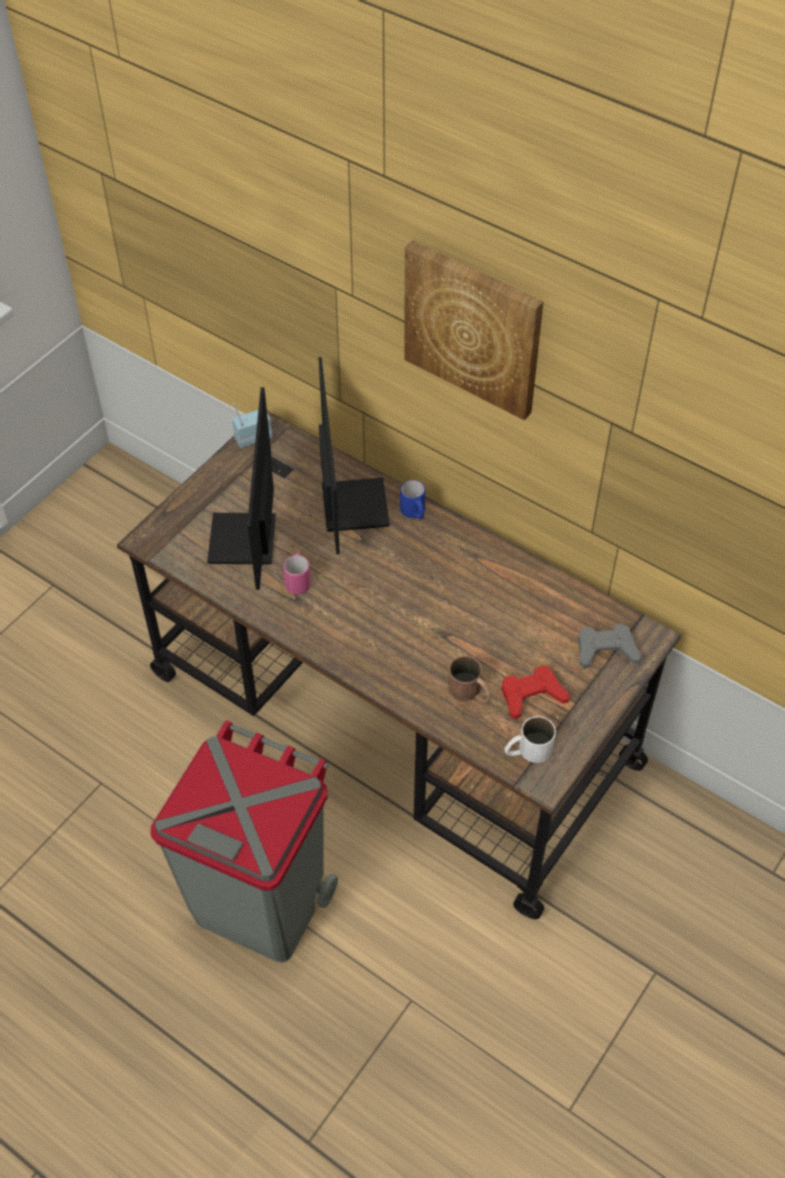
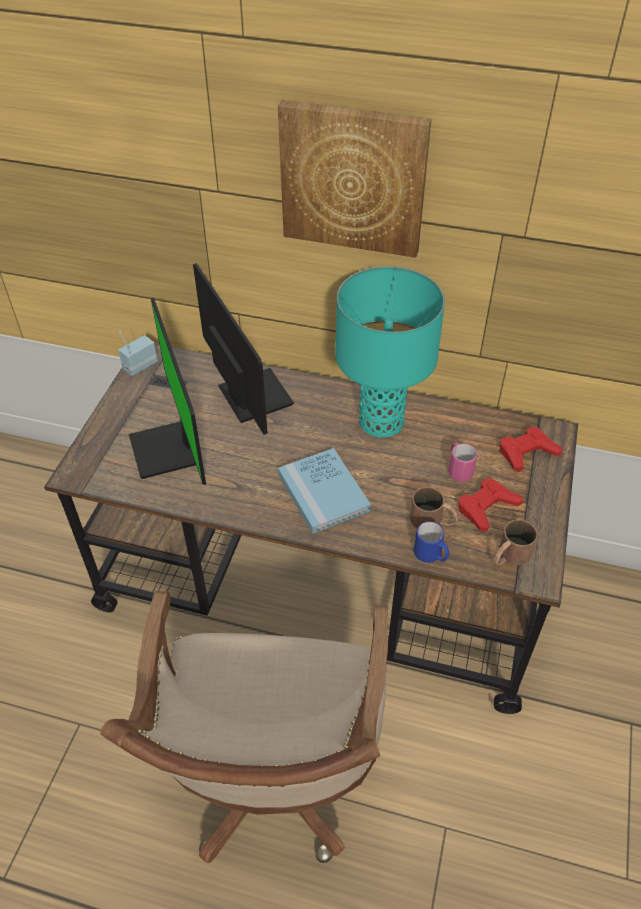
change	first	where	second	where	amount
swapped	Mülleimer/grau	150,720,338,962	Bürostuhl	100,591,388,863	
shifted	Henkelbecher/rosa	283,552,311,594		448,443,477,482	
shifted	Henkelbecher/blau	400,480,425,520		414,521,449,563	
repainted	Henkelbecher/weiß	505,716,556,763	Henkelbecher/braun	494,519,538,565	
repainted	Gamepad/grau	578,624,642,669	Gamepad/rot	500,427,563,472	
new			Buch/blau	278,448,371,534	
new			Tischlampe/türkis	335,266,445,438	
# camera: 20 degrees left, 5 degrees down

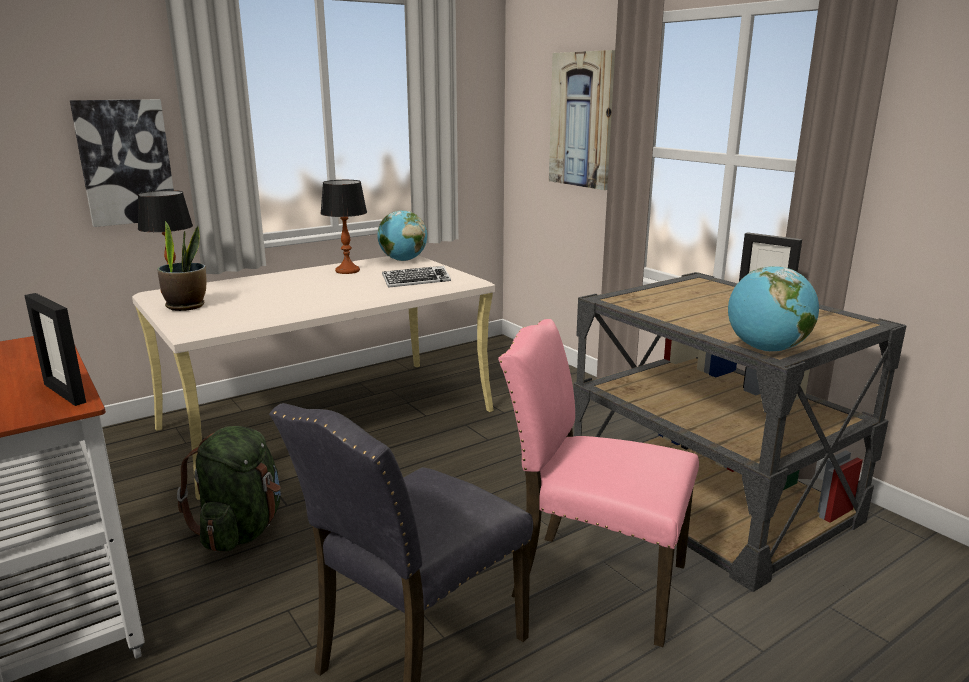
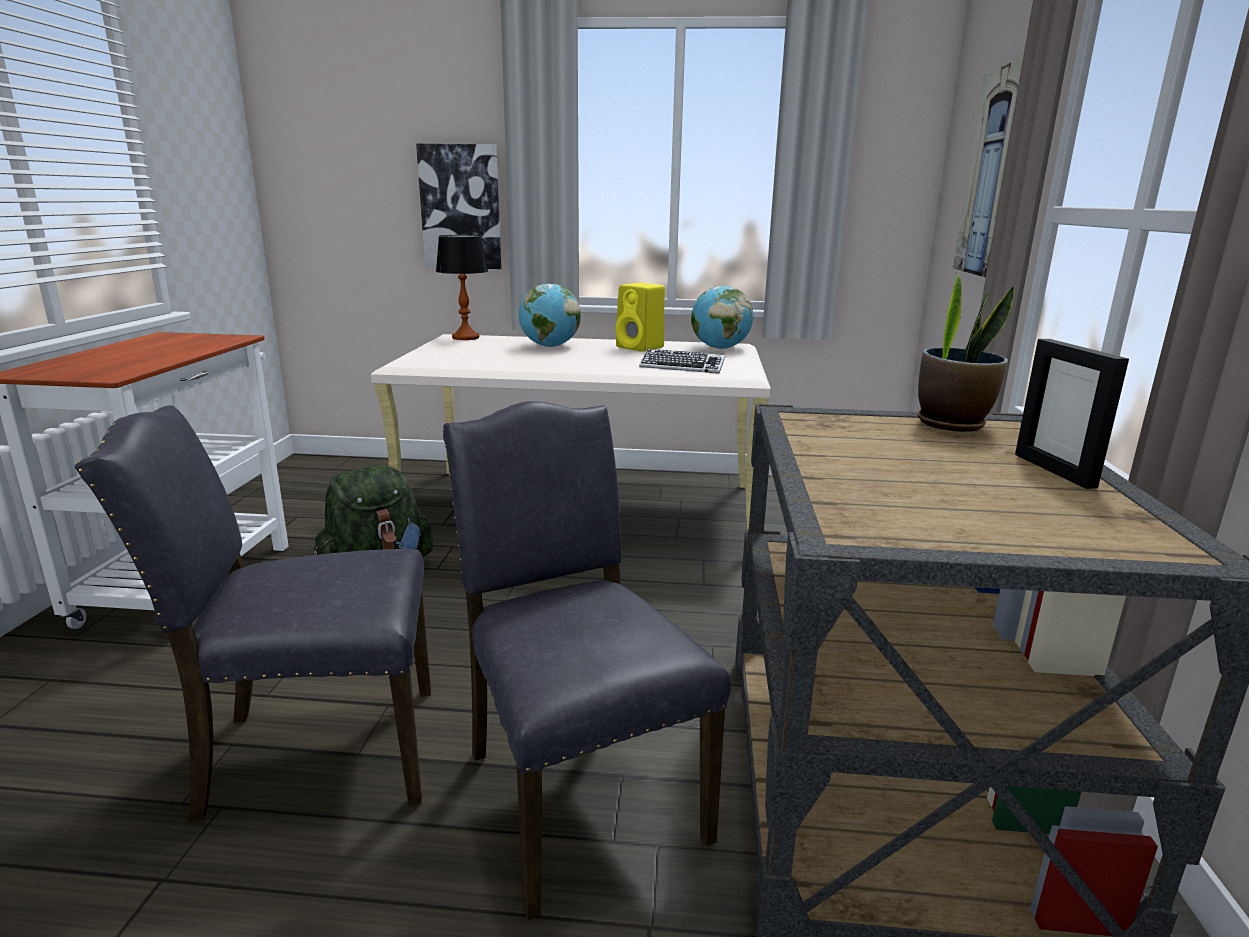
change	first	where	second	where	amount
gone	Bilderrahmen	24,293,86,406			
shifted	Topfpflanze	157,221,207,311		917,271,1015,432	
swapped	Tischlampe	320,180,367,274	Lautsprecher/gelb	616,283,665,352	
repainted	Stuhl/rosa	498,319,699,647	Stuhl/grau	443,401,731,920	
shifted	Globus	728,266,819,352		519,284,581,347	
# camera: 40 degrees right, 0 degrees up

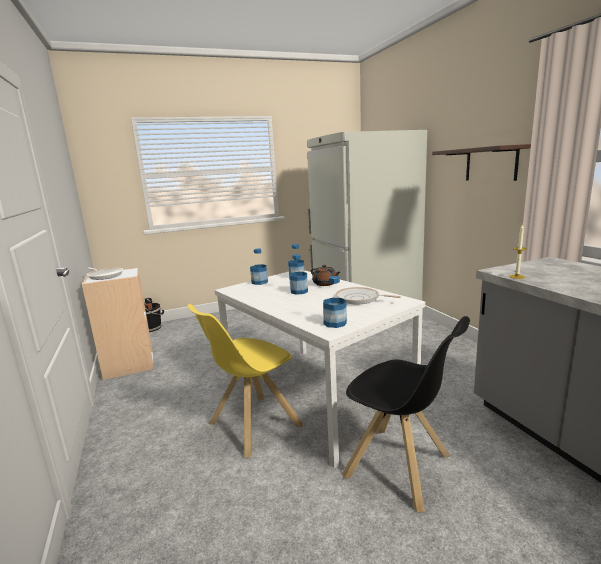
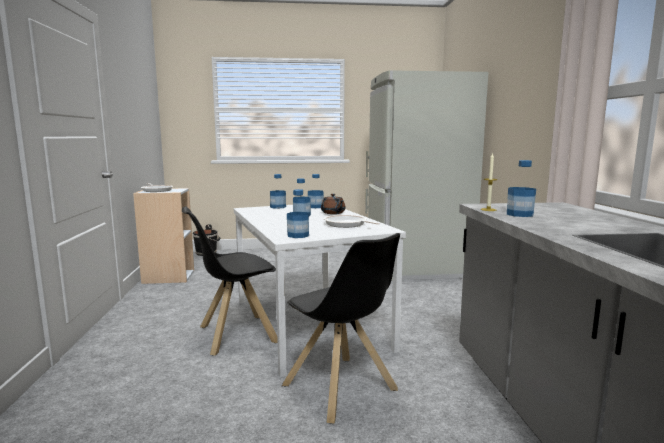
change	first	where	second	where	amount
repainted	Stuhl/gelb	187,304,303,458	Stuhl/schwarz	182,207,278,356	
gone	Wandregal	432,144,531,181			
new			Flasche	507,160,536,217	
# camera: 15 degrees right, 5 degrees down

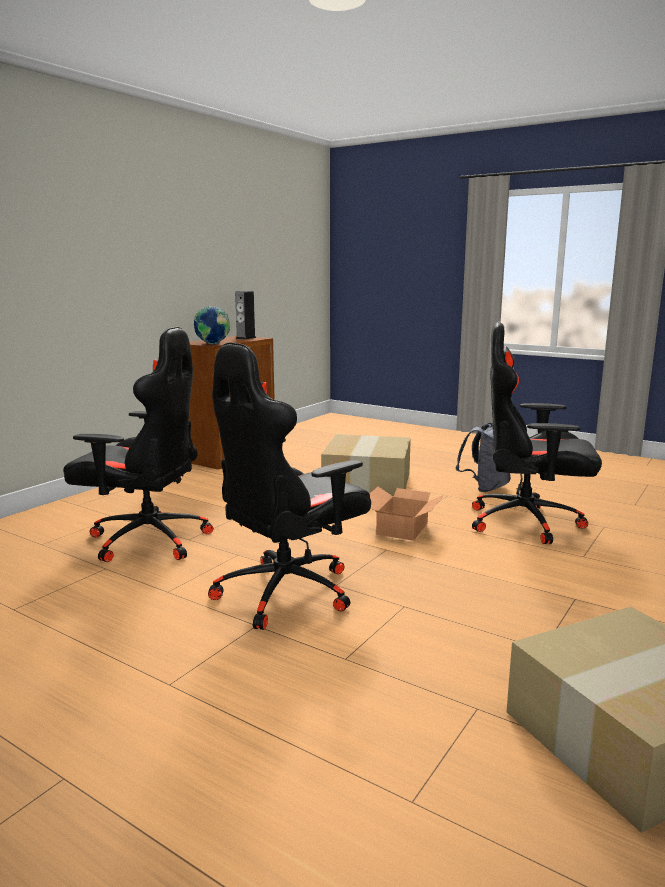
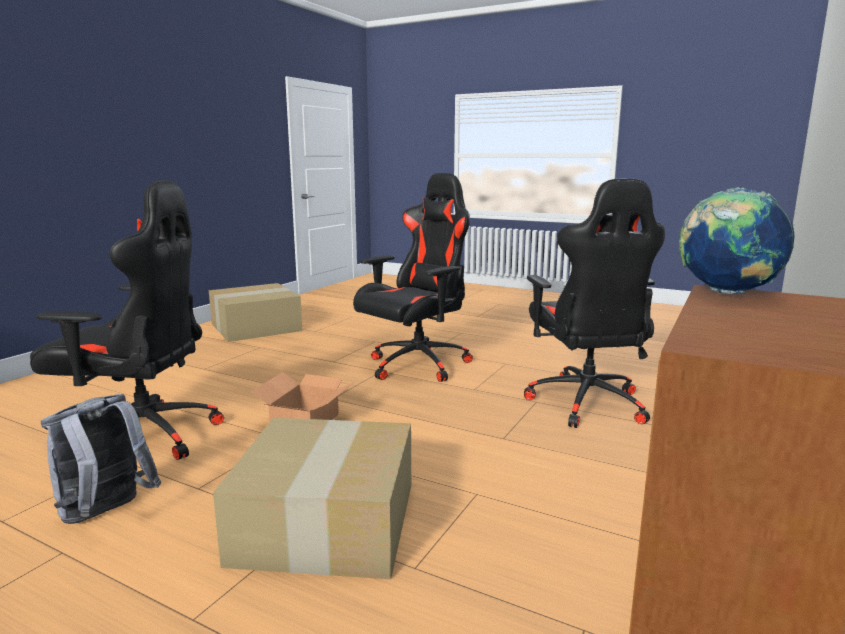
change	first	where	second	where	amount
rotated	Bürostuhl/schwarz	63,327,213,562		524,179,665,428	105 degrees counterclockwise
gone	Lautsprecher	235,291,256,340			
# camera: 175 degrees right, 0 degrees up

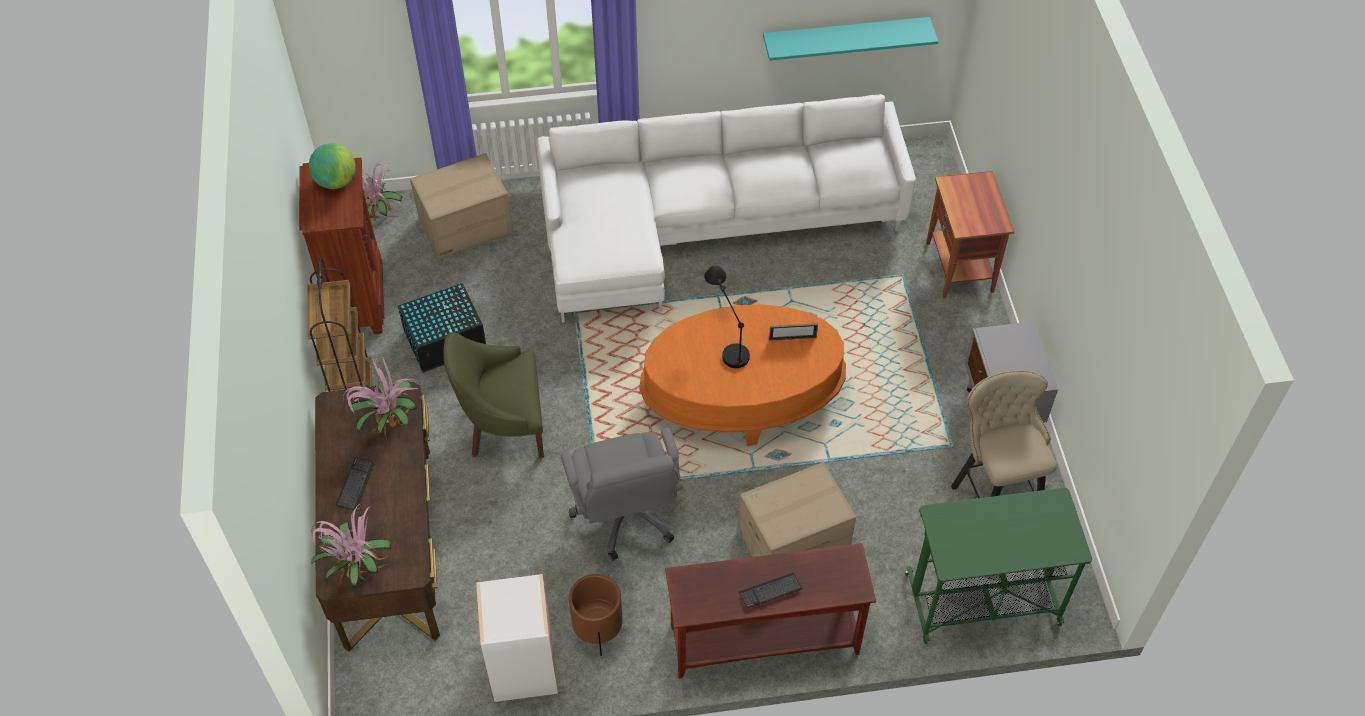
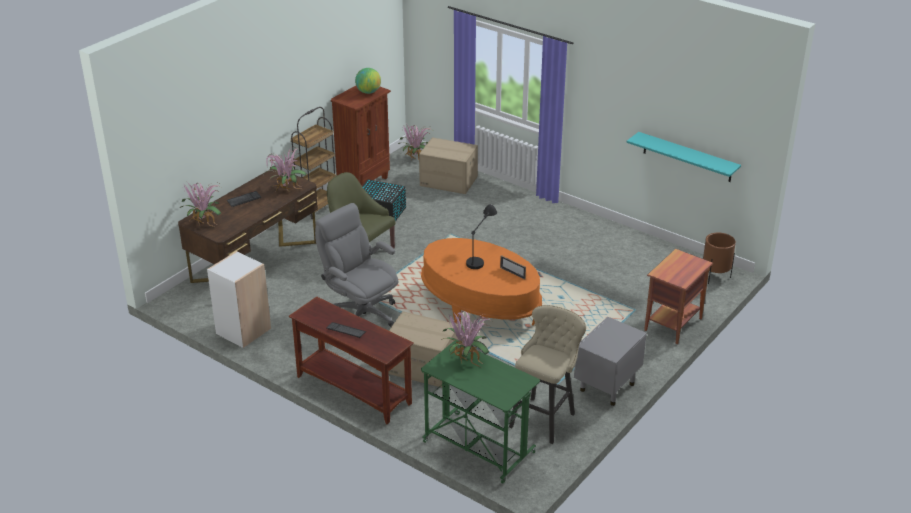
change	first	where	second	where	amount
gone	Sofa/weiß	537,94,916,323			
rotated	Bürostuhl/grau	561,427,683,561		315,203,398,327	105 degrees clockwise
shifted	Pflanzkübel/braun	569,574,623,656		703,233,736,284	
new			Topfpflanze	441,311,492,367	
# camera: 45 degrees right, 20 degrees down

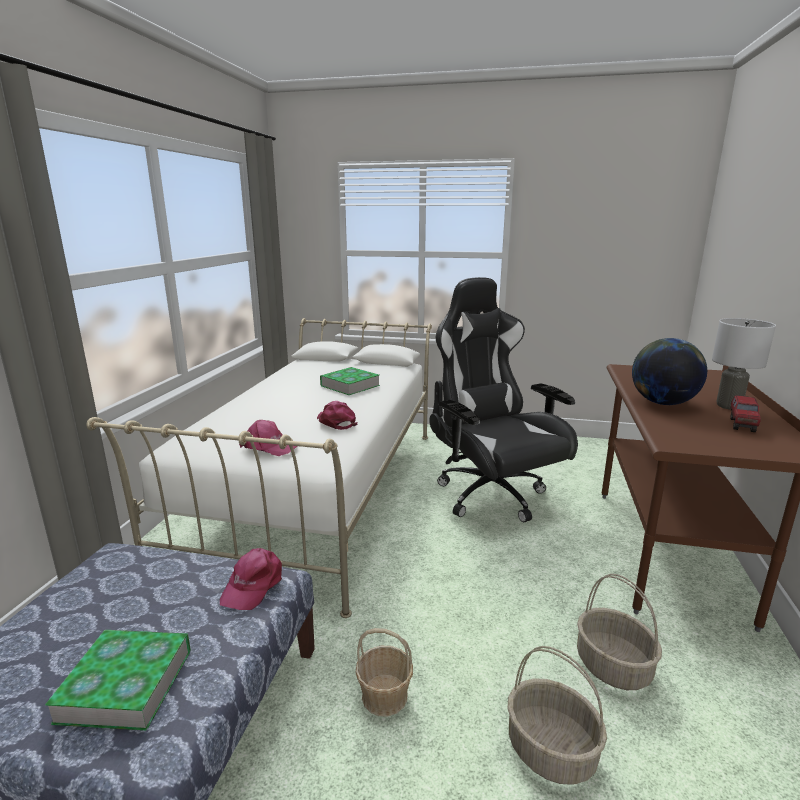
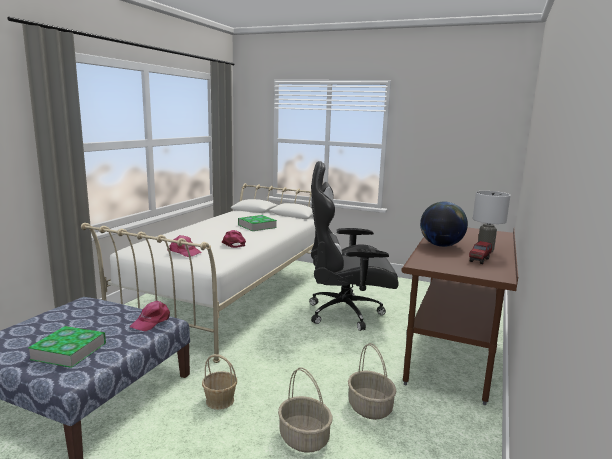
change	first	where	second	where	amount
rotated	Bürostuhl/schwarz	429,277,578,522		309,161,399,331	75 degrees counterclockwise
# camera: 10 degrees right, 5 degrees down

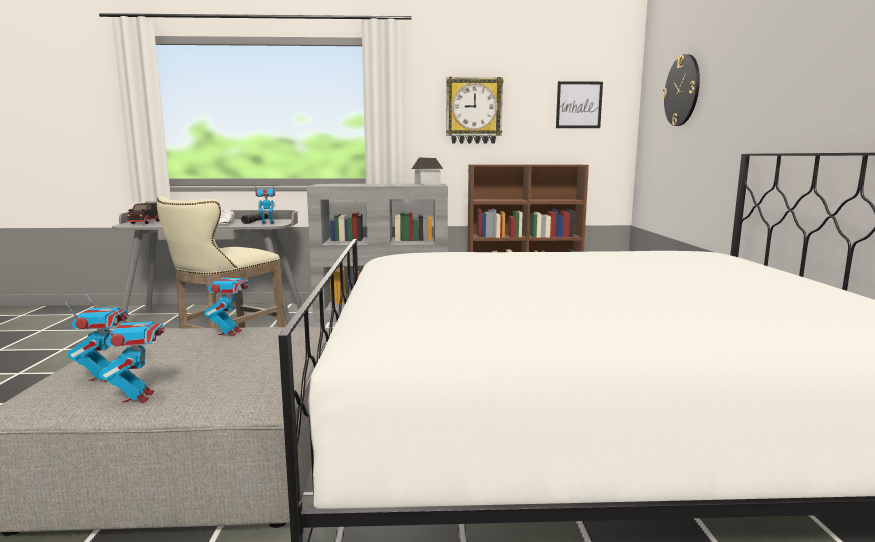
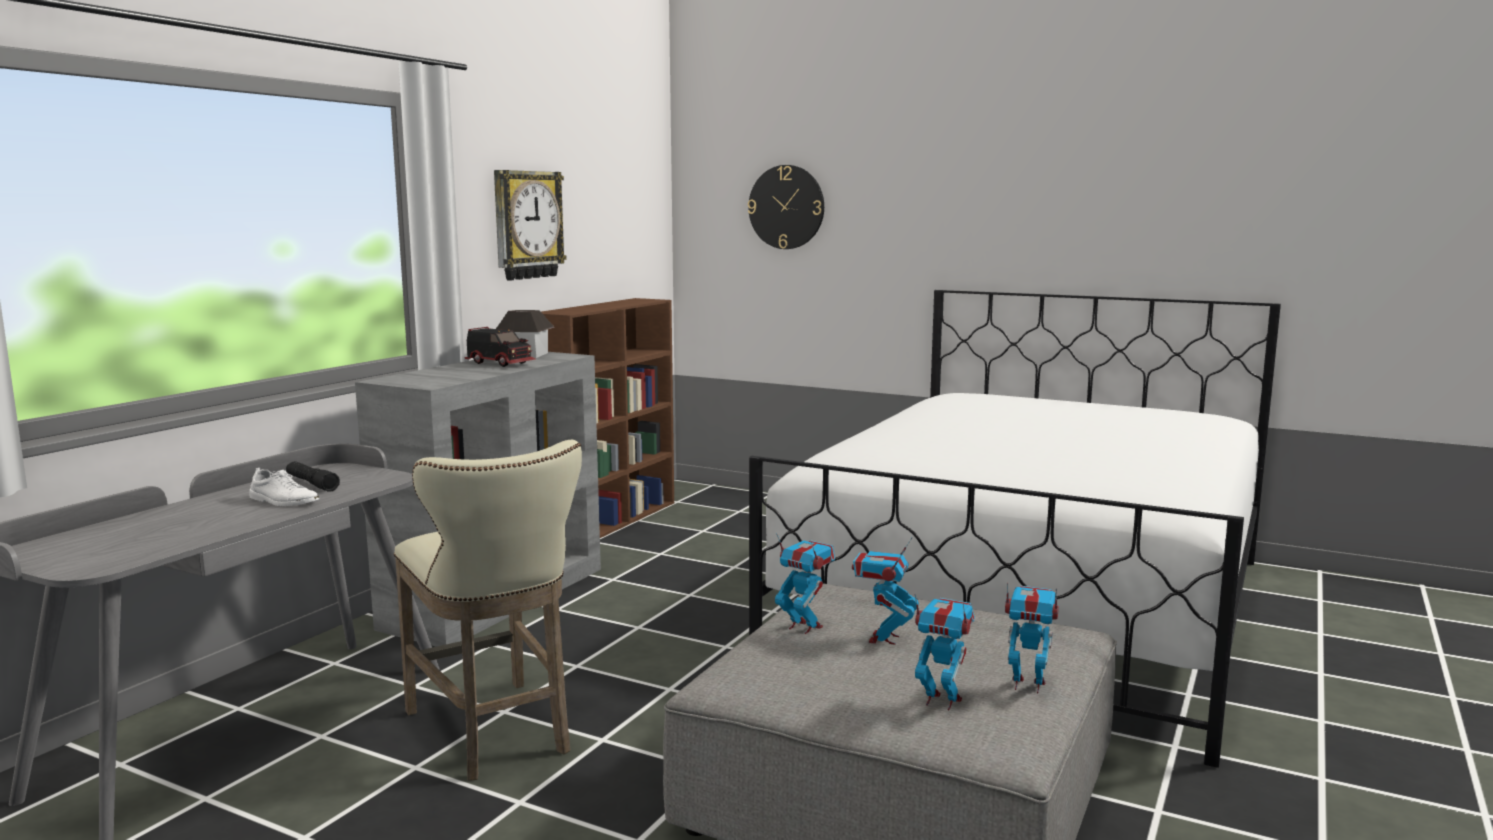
change	first	where	second	where	amount
shifted	Spielzeuglaster	125,202,160,224		464,327,535,367	
shifted	Spielzeugroboter	255,184,275,225		852,537,919,645	
gone	Bild	556,81,603,128			
# camera: 60 degrees left, 0 degrees up

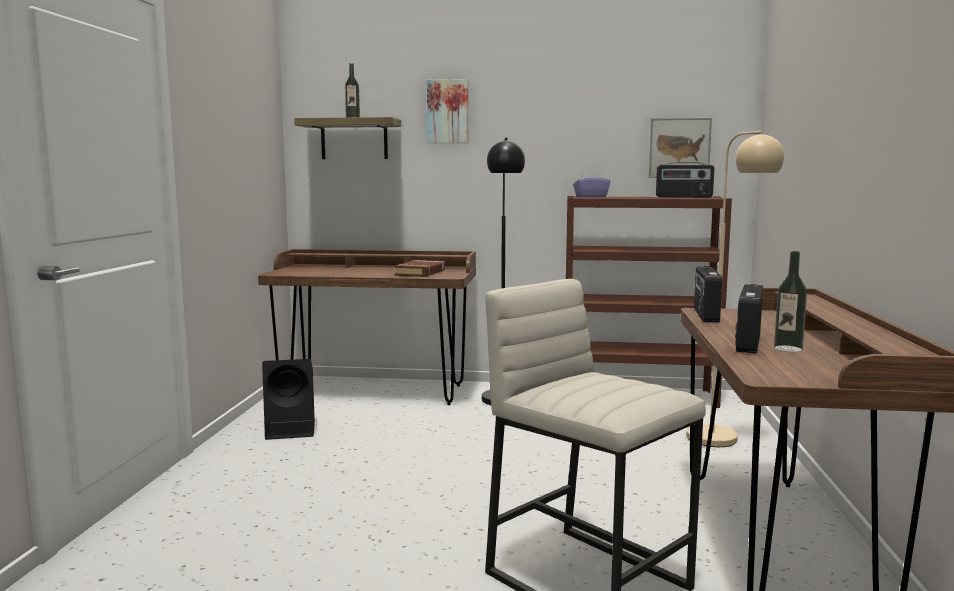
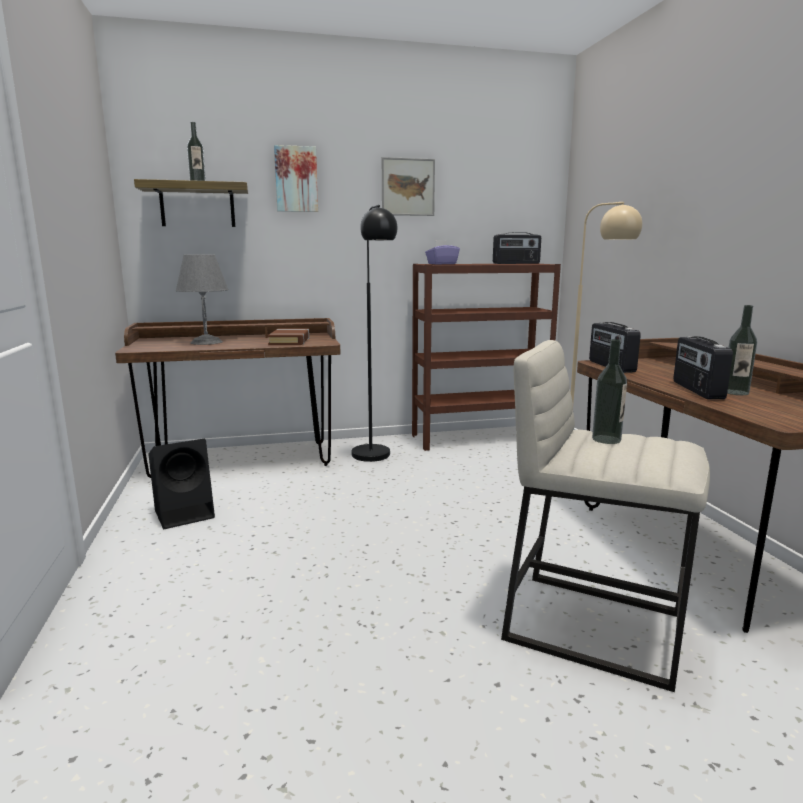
change	first	where	second	where	amount
shifted	Bild	649,118,712,178		382,157,435,216	
new			Tischlampe/grau	176,255,228,345	
new			Flasche	592,339,627,444	
# camera: 20 degrees left, 5 degrees up

